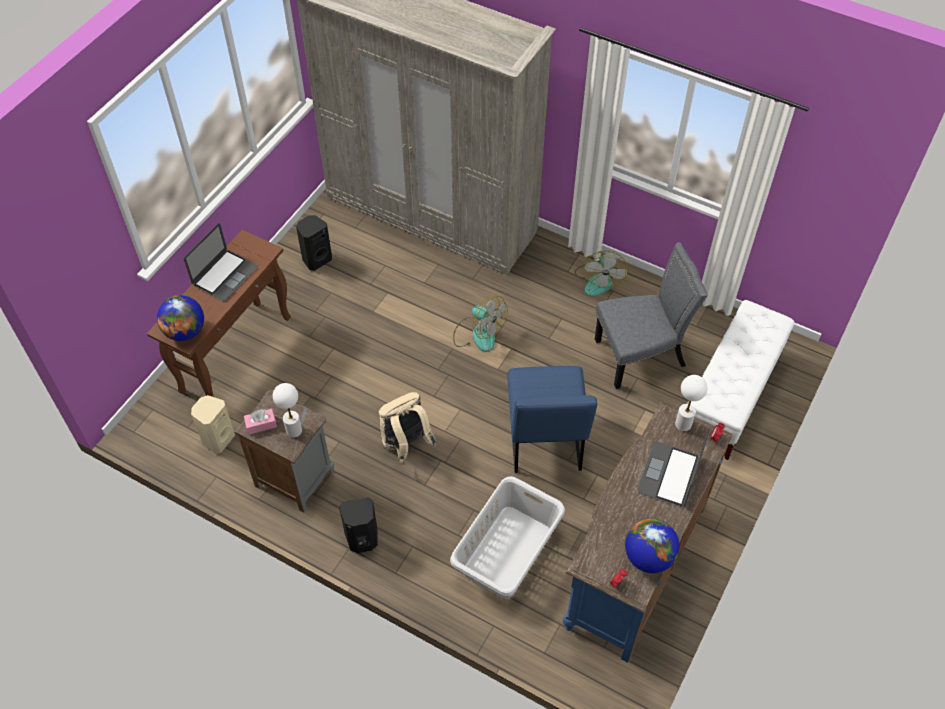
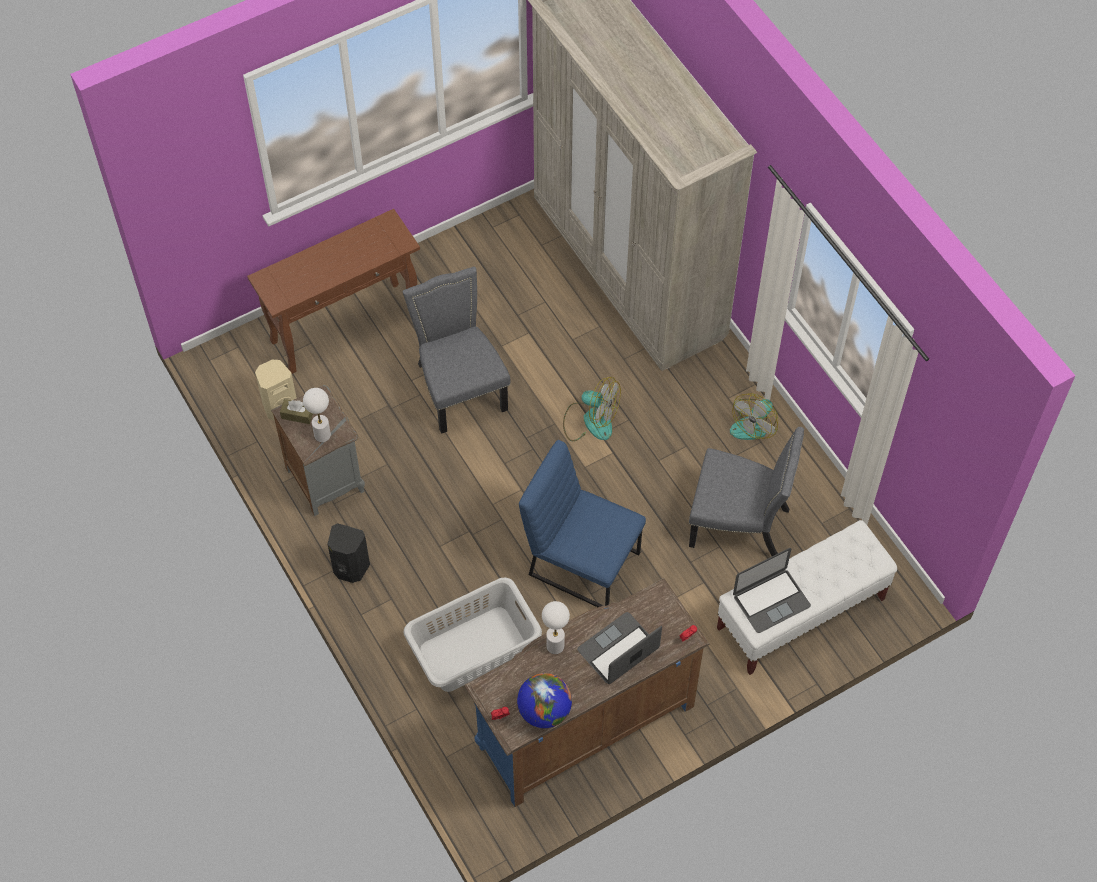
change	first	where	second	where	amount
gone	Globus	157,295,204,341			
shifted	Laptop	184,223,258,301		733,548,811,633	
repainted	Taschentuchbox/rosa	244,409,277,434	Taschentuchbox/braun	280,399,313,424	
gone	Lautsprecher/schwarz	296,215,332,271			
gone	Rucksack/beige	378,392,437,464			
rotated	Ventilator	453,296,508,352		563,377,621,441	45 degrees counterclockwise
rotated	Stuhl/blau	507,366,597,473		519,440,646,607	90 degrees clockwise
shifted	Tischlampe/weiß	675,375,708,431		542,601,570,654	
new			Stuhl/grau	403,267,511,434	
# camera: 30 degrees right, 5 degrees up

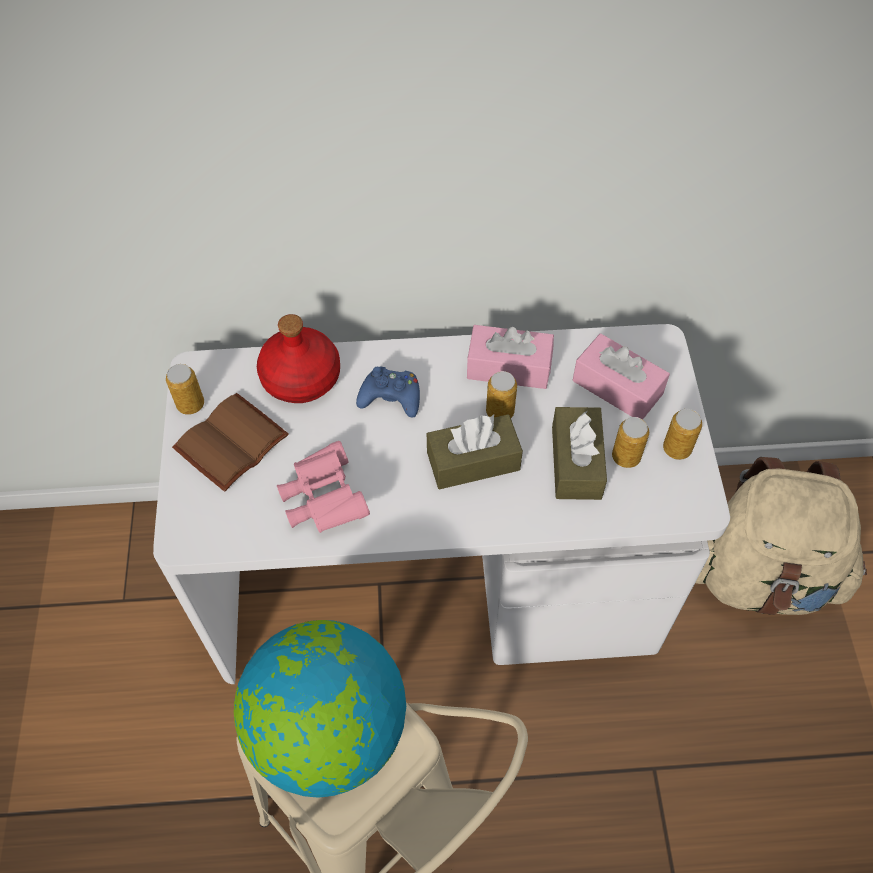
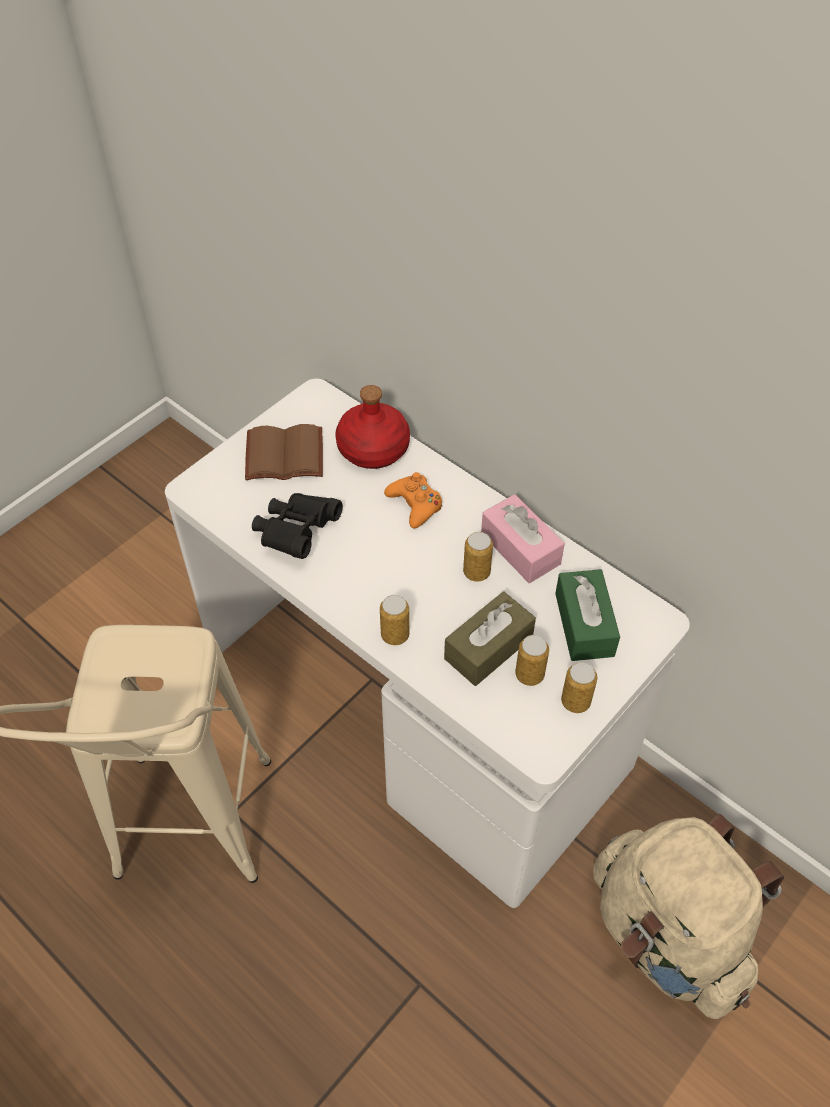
change	first	where	second	where	amount
shifted	Dose	166,364,204,415		380,595,409,645	
gone	Globus	234,620,406,798			
repainted	Fernglas/rosa	277,441,370,533	Fernglas/schwarz	252,493,343,559	
repainted	Gamepad/blau	356,367,420,418	Gamepad/orange	384,472,442,529	
gone	Taschentuchbox/braun	427,414,523,489			
repainted	Taschentuchbox/rosa	573,333,670,420	Taschentuchbox/grün	555,569,620,661	
# camera: 45 degrees right, 5 degrees down

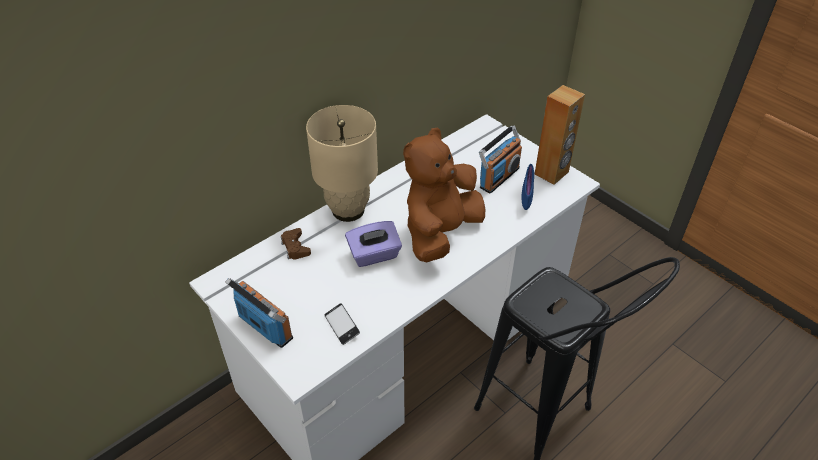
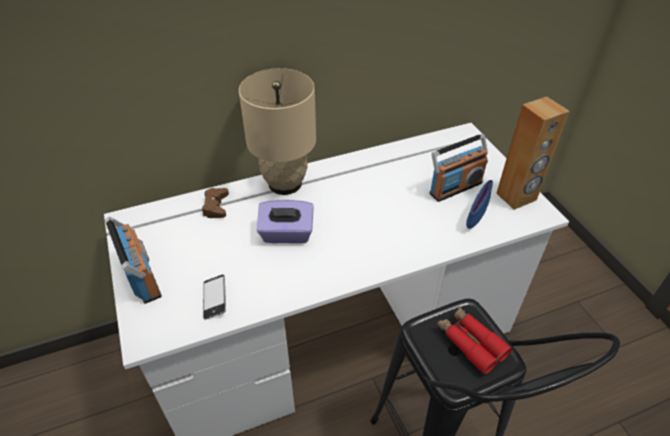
change	first	where	second	where	amount
gone	Plüschtier/braun	403,128,485,262			
new			Fernglas/rot	437,307,512,375	
# camera: 20 degrees right, 0 degrees up

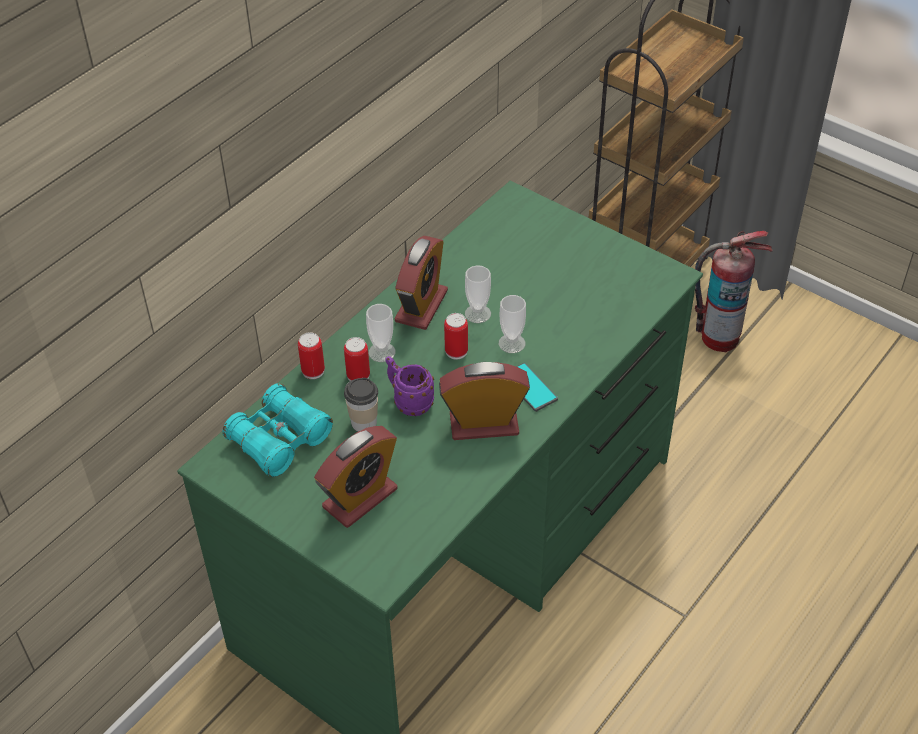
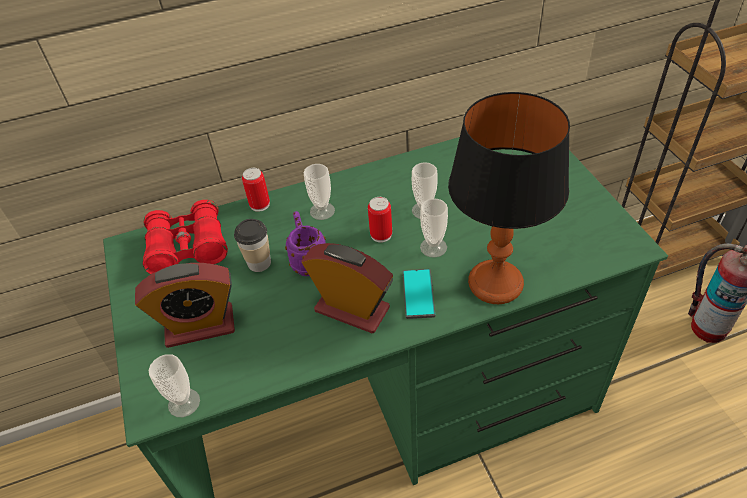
change	first	where	second	where	amount
repainted	Fernglas/türkis	222,383,333,477	Fernglas/rot	143,200,228,274	
gone	Dose	344,337,370,381			
gone	Wecker	395,236,448,330			
new			Tasse	149,354,200,417	
new			Tischlampe	448,92,570,304	
# camera: 35 degrees right, 0 degrees up

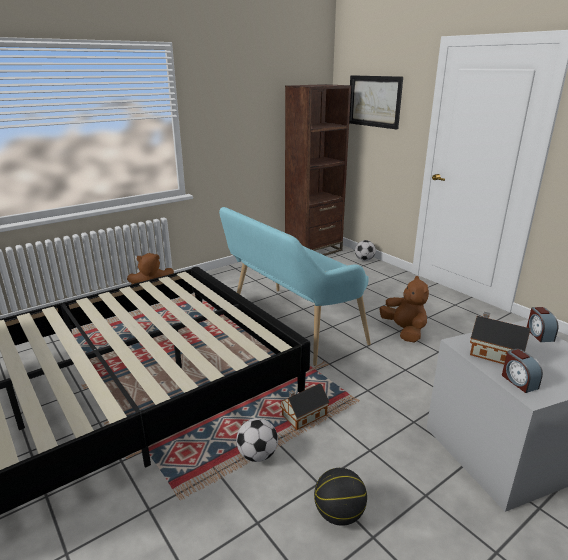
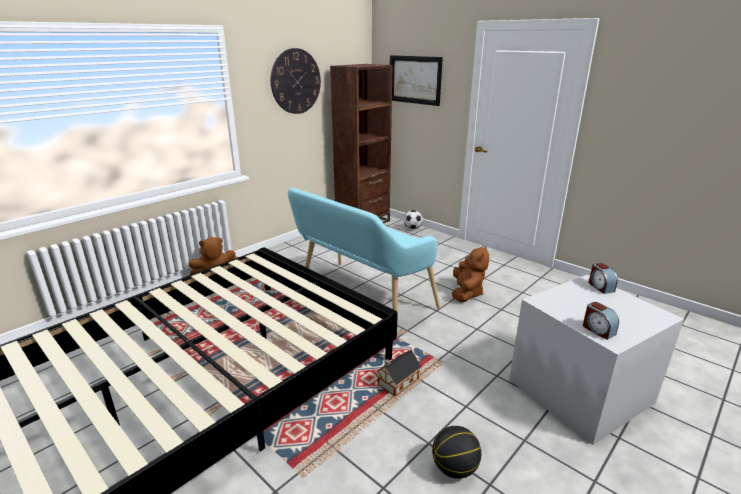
change	first	where	second	where	amount
gone	Fußball	236,418,278,462			
rotated	Plüschtier/braun	380,276,429,343		452,245,489,302	45 degrees clockwise
gone	Spielzeughaus	470,312,531,364			
new			Wanduhr	271,48,321,114	
# camera: 10 degrees left, 0 degrees up

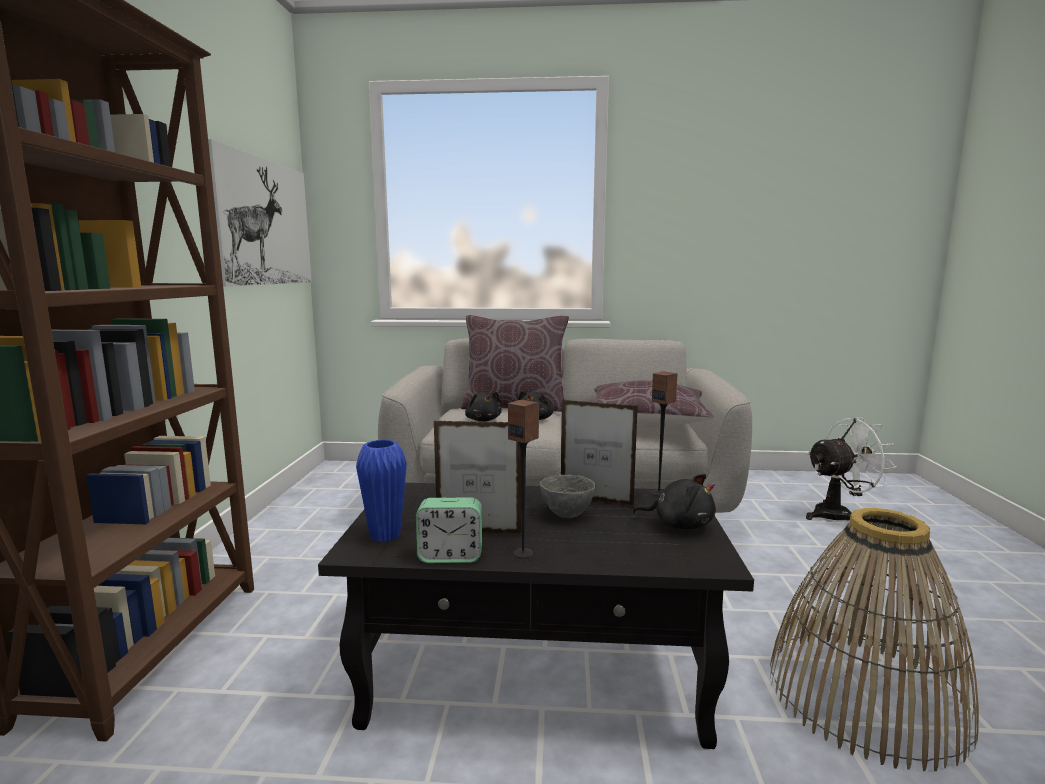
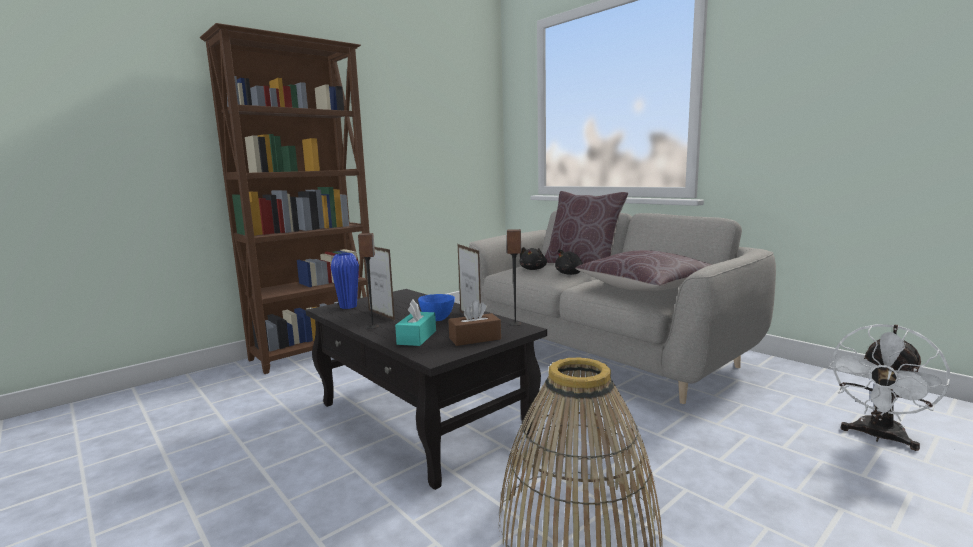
change	first	where	second	where	amount
gone	Bild	208,139,311,286			
gone	Wecker	416,497,482,563			
repainted	Schüssel/grau	540,475,596,518	Schüssel/blau	418,294,455,321	
swapped	Plüschtier/schwarz	632,474,716,529	Taschentuchbox/braun	448,300,501,346	
rotated	Ventilator/weiß	806,418,897,521		829,324,950,451	105 degrees clockwise
new			Taschentuchbox/türkis	395,299,436,346	
# camera: 45 degrees right, 0 degrees up

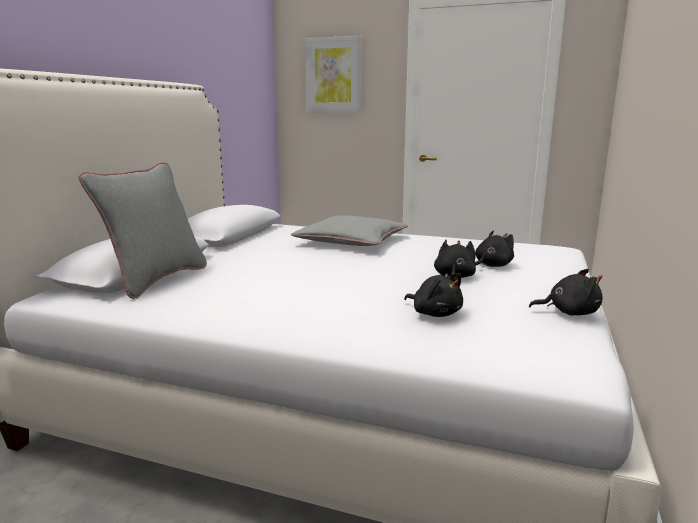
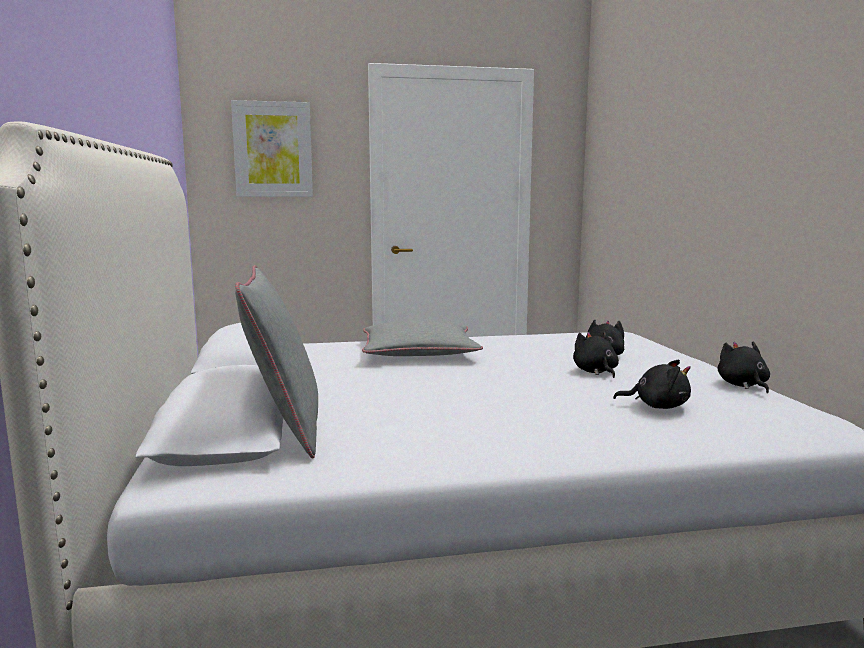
change	first	where	second	where	amount
rotated	Plüschtier/schwarz	529,269,603,316		718,342,770,393	75 degrees counterclockwise
# camera: 30 degrees left, 5 degrees down

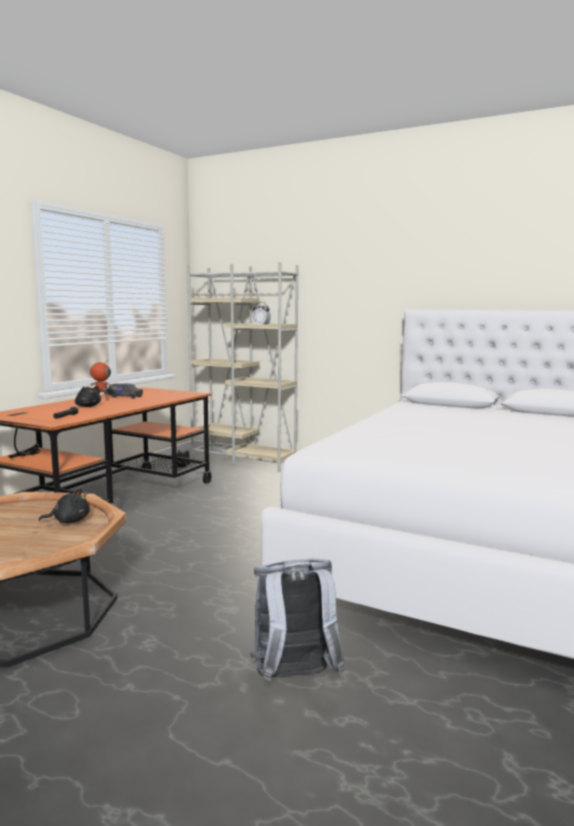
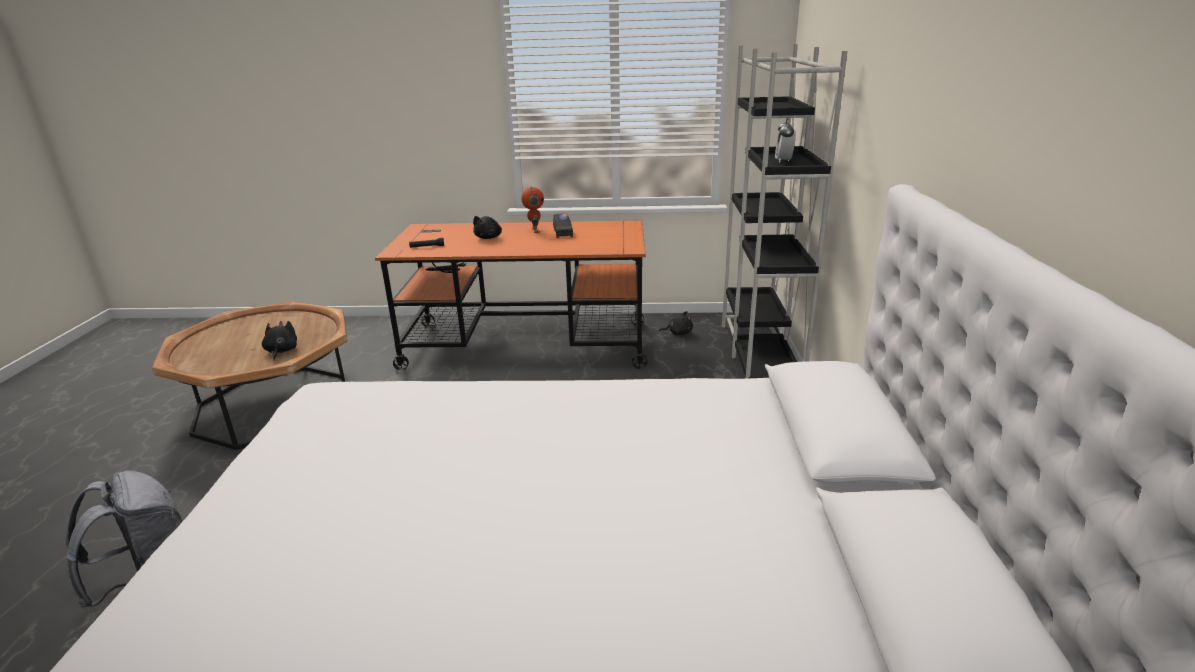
change	first	where	second	where	amount
rotated	Plüschtier/schwarz	39,488,90,523		262,321,297,361	150 degrees counterclockwise
repainted	Bücherregal/beige	187,263,298,472	Bücherregal/schwarz	722,44,847,379	
# camera: 65 degrees right, 15 degrees up

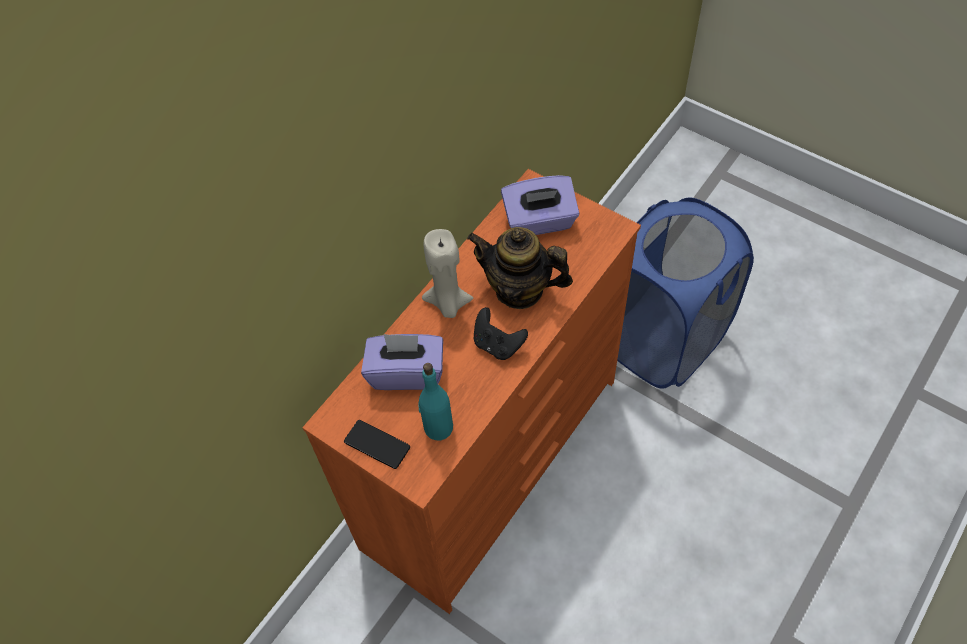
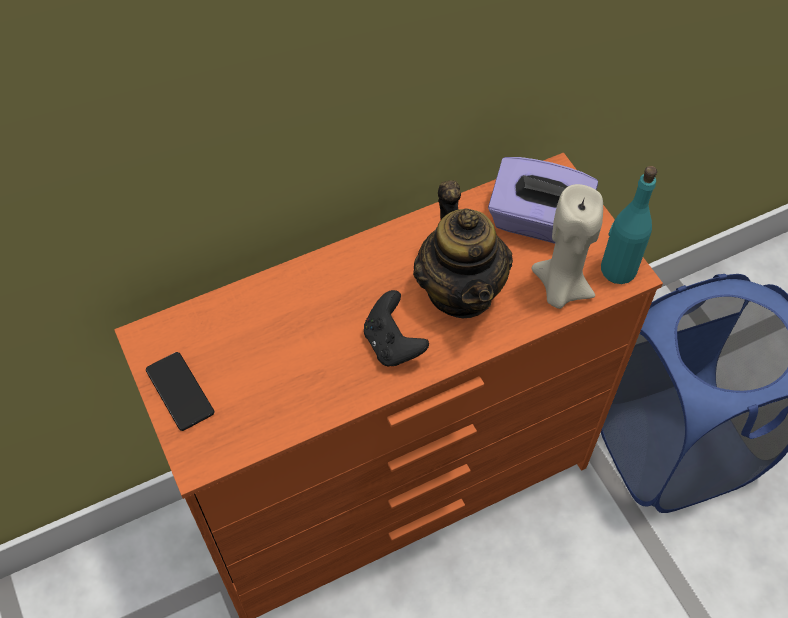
change	first	where	second	where	amount
gone	Taschentuchbox/lila	361,334,443,390			
shifted	Flasche/türkis	419,363,453,441		601,166,657,284	
shifted	Kerze/beige	422,229,473,318		531,184,603,309	
rotated	Teekanne	467,227,573,309		413,180,513,319	150 degrees counterclockwise
# camera: 25 degrees right, 0 degrees up

